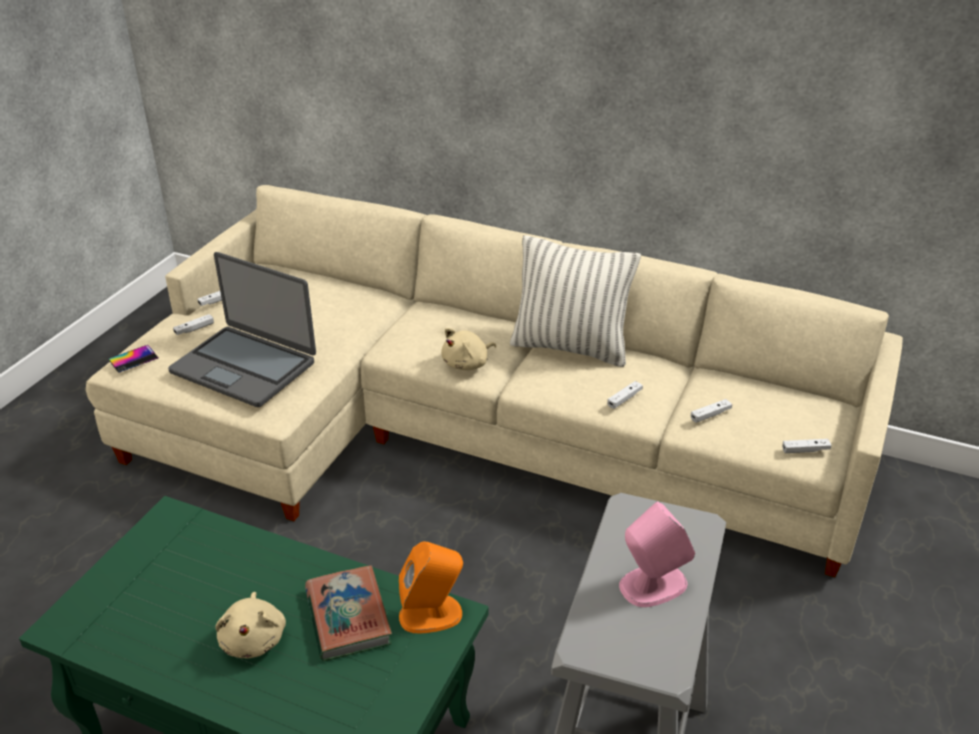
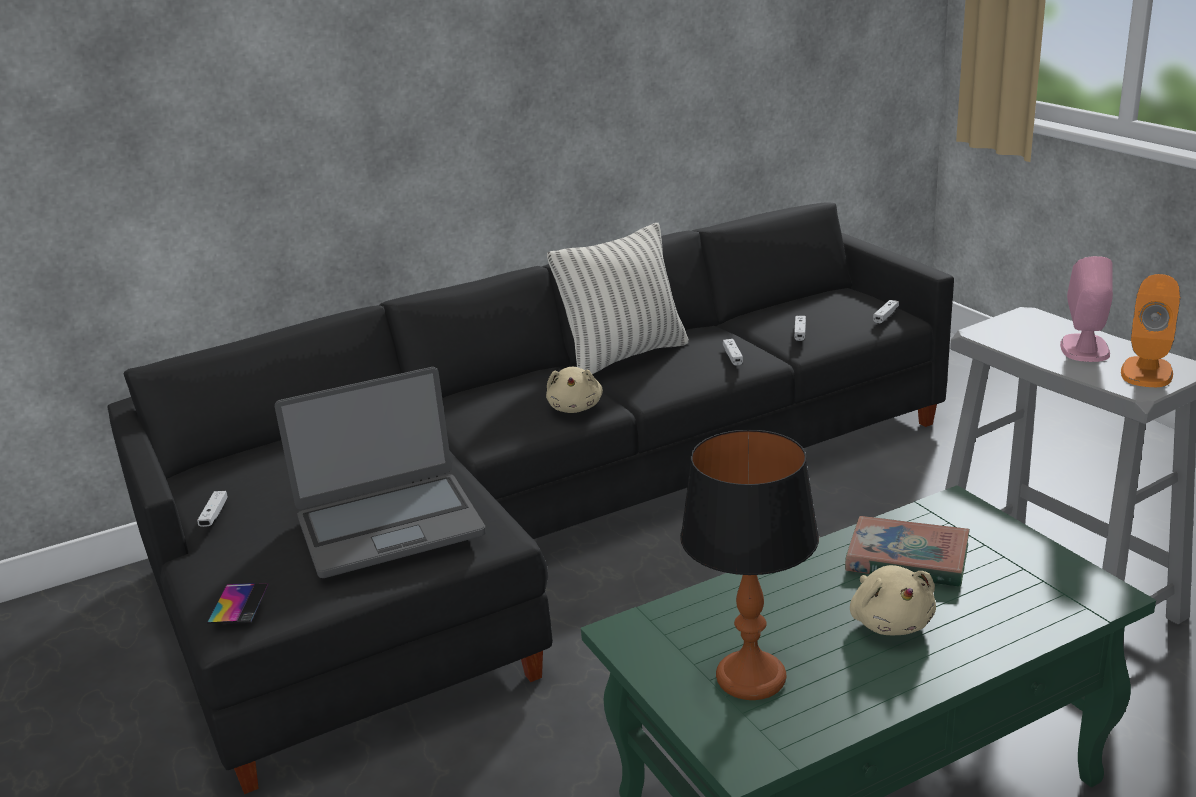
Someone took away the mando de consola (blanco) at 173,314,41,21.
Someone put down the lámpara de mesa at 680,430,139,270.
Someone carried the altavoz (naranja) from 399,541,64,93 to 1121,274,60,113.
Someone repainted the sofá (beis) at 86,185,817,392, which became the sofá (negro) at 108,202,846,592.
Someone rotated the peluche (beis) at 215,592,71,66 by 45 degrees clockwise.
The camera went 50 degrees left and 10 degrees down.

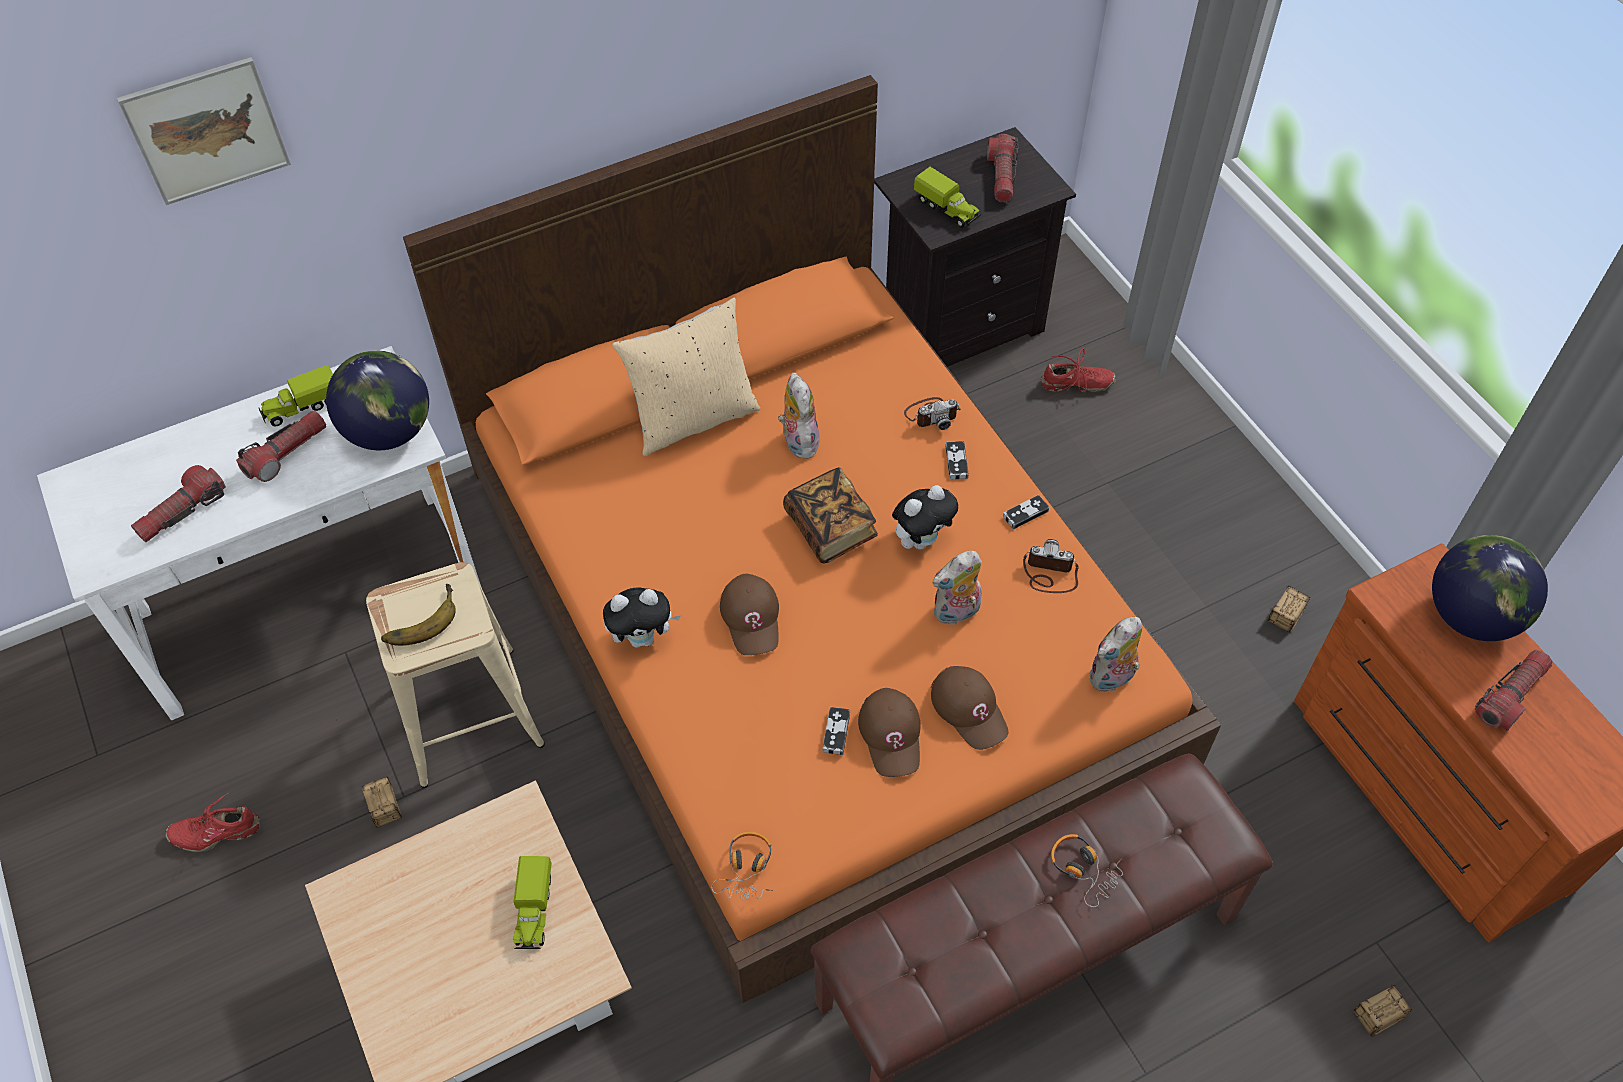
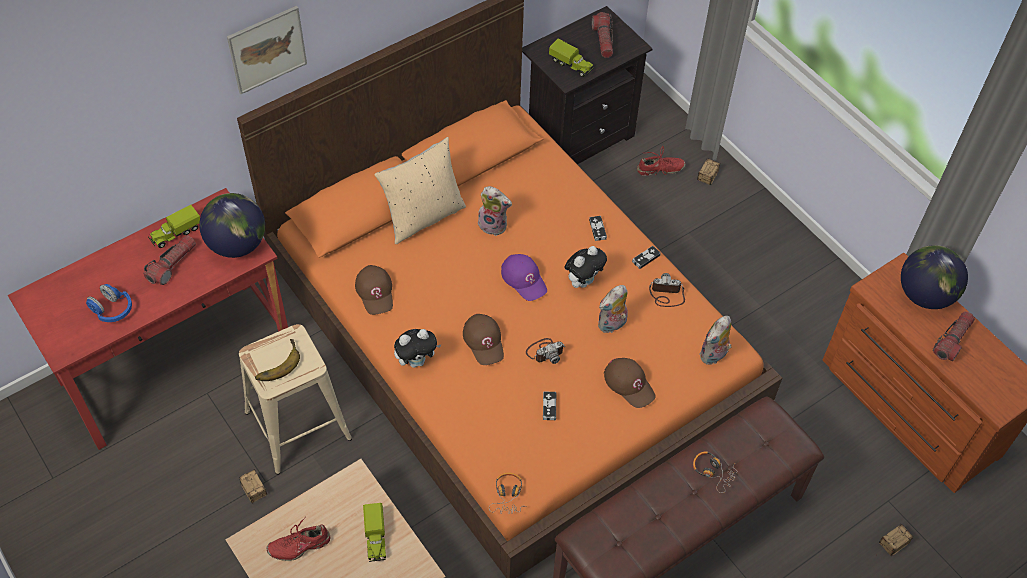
Someone carried the cuadro from 117,57,174,148 to 227,6,80,88.
Someone carried the zapato (rojo) from 165,793,95,59 to 267,517,64,44.
Someone carried the gorra (marrón) from 858,688,63,89 to 355,265,38,50.
Someone carried the cámara from 904,397,56,33 to 526,338,39,26.
Someone carried the caja de almacenaje from 1268,586,42,46 to 697,158,23,27.
Someone swapped the linterna at 131,465,95,77 for the auriculares (azul) at 86,284,46,38.
Someone swapped the libro at 783,467,95,96 for the gorra (morado) at 501,254,46,47.
Someone repainted the escritorio (blanco) at 37,346,444,374, which became the escritorio (rojo) at 8,188,280,262.
Someone rotated the peluche at 778,372,42,87 by 135 degrees clockwise.
The camera went 10 degrees left and 0 degrees up.

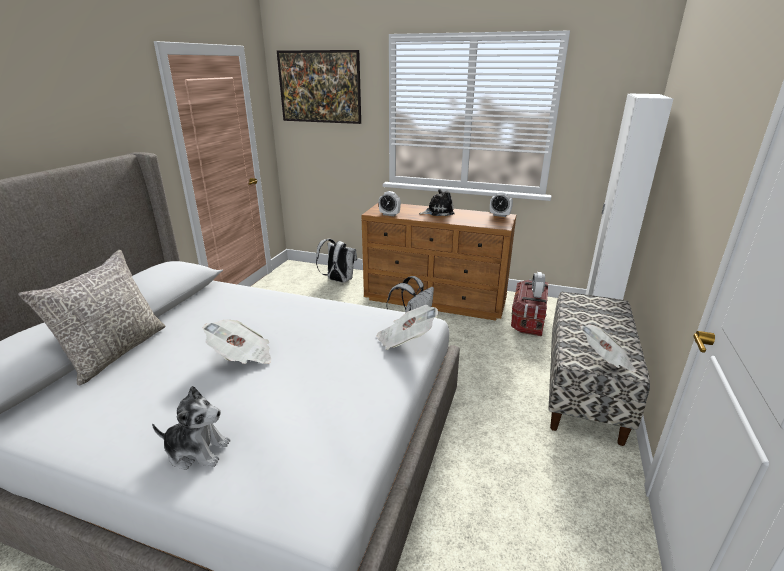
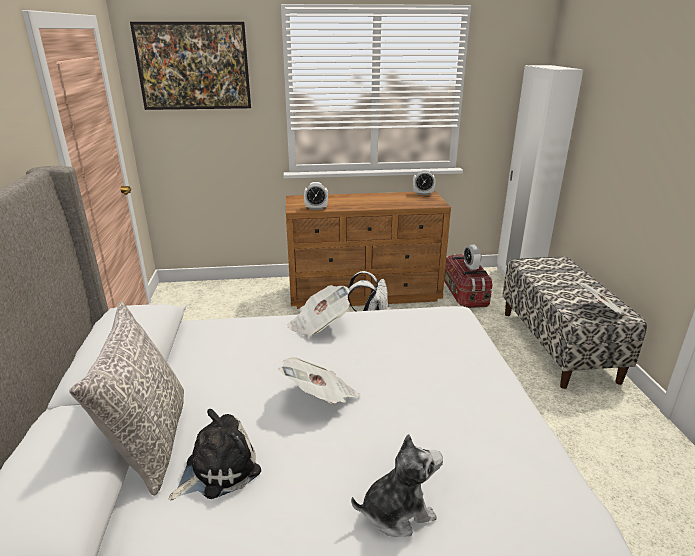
Someone took away the mochila (blanco) at 316,239,41,44.
Someone carried the periódico from 376,305,63,45 to 287,285,63,52.
Someone carried the peluche from 419,189,36,27 to 169,409,92,92.
The camera went 25 degrees left and 0 degrees up.

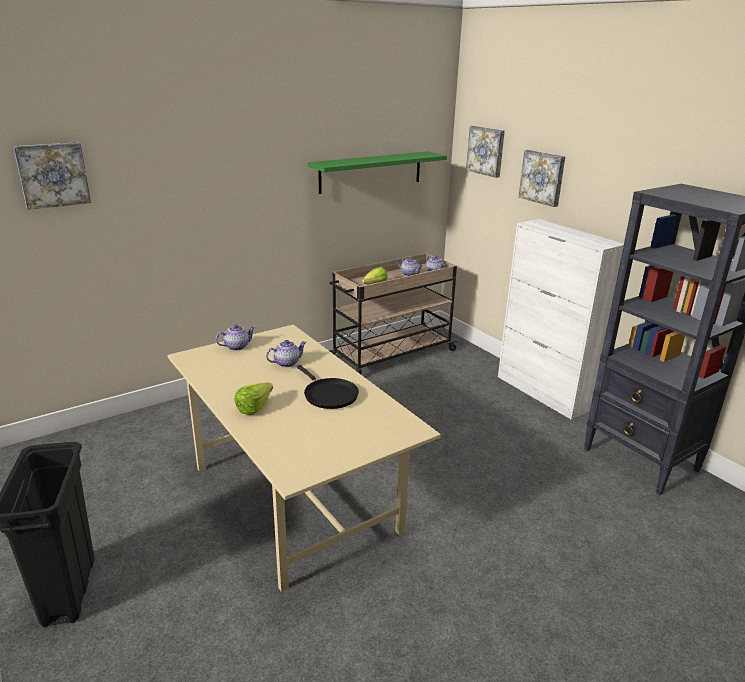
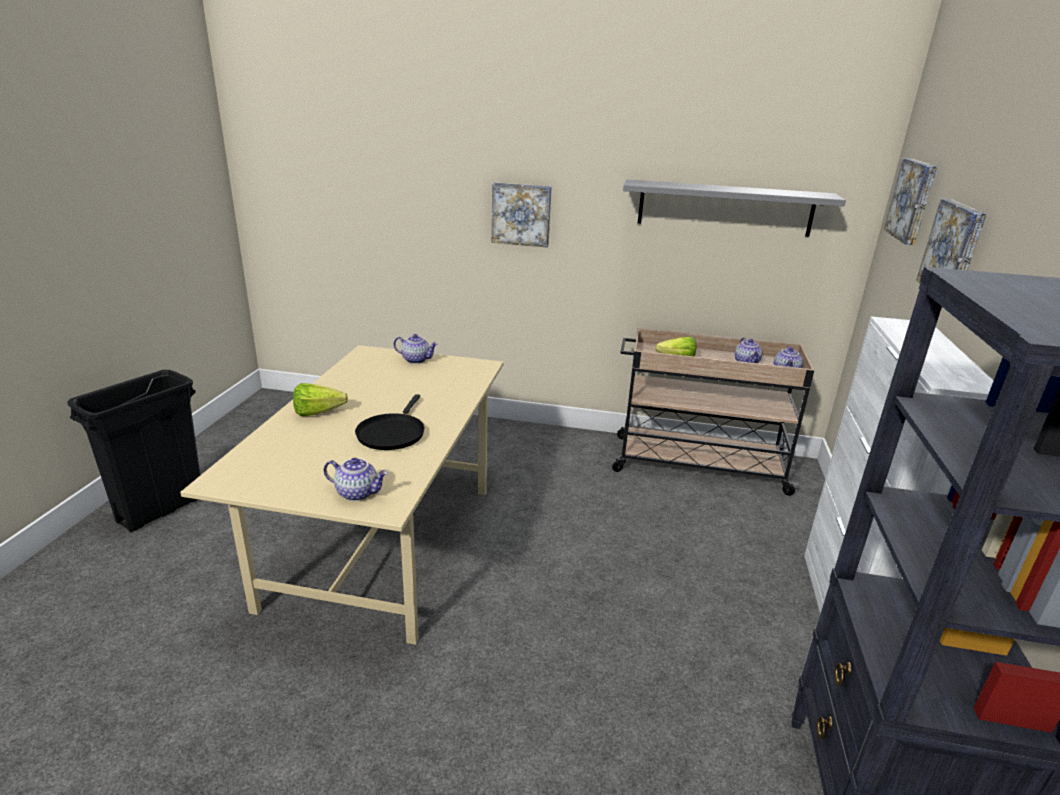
Someone carried the cuadro from 13,142,78,68 to 492,182,60,65.
Someone carried the tetera from 266,340,41,27 to 323,458,65,43.
Someone repainted the estante (verde) at 308,151,139,43, which became the estante (gris) at 623,179,223,58.
The camera went 45 degrees right and 0 degrees up.

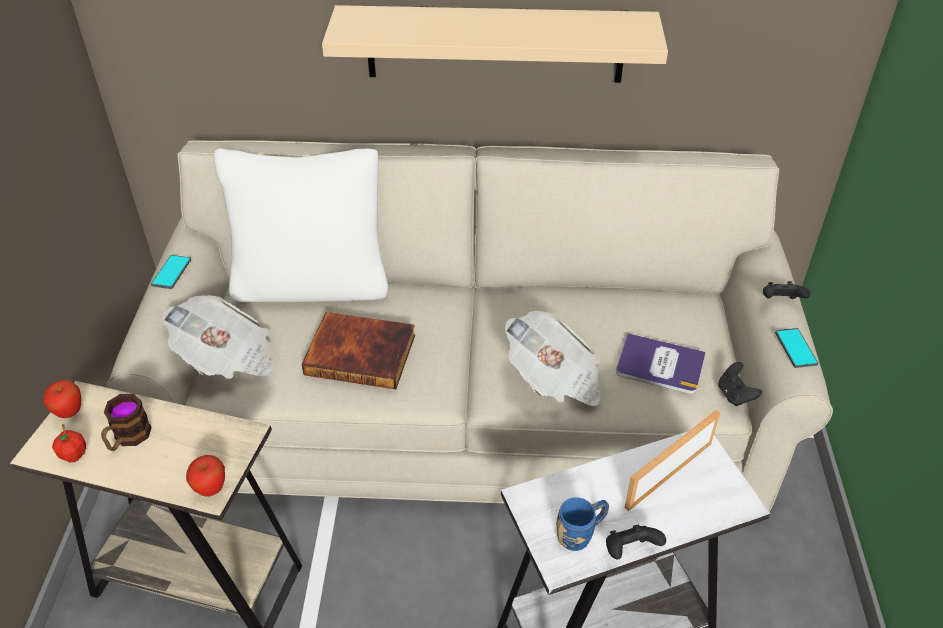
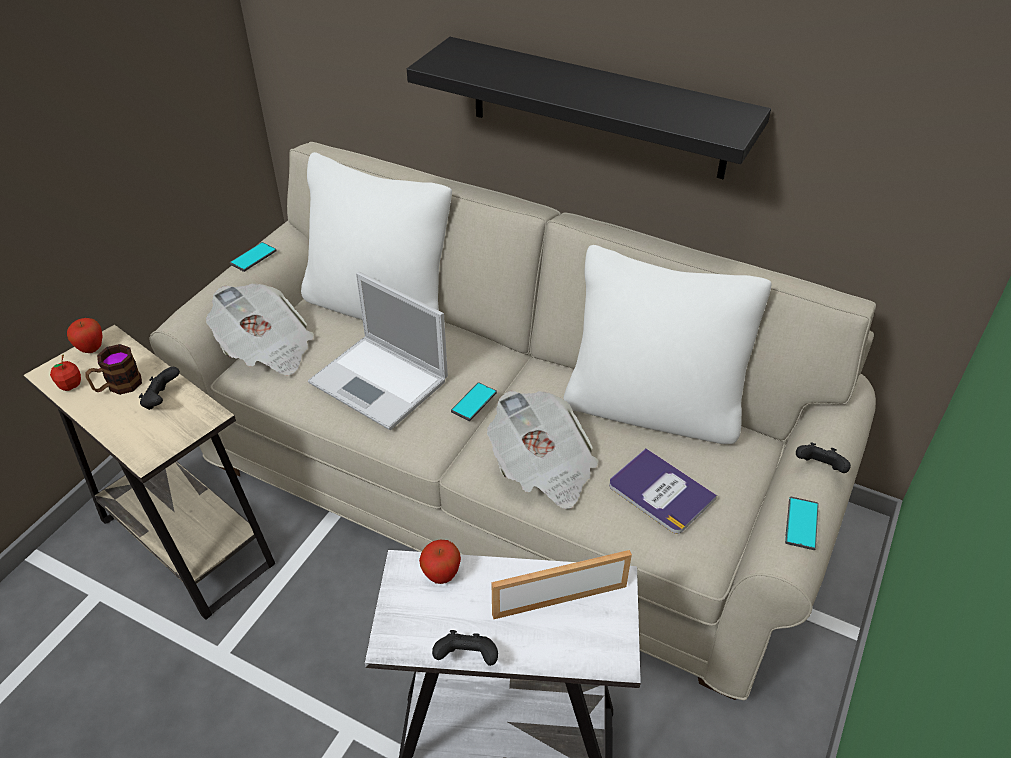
Someone took away the taza grande (azul) at 556,497,53,54.
Someone put down the móvil at 451,382,46,39.
Someone put down the cojín (blanco) at 564,245,207,199.
Someone carried the manzana from 186,455,39,42 to 419,540,42,44.
Someone carried the mando de consola (negro) from 718,362,44,44 to 139,367,41,43.
Someone swapped the libro at 302,312,113,77 for the portátil at 308,272,140,158.
Someone repainted the estante (beis) at 322,5,346,78, which became the estante (negro) at 407,37,364,142.
The camera went 25 degrees right and 0 degrees up.

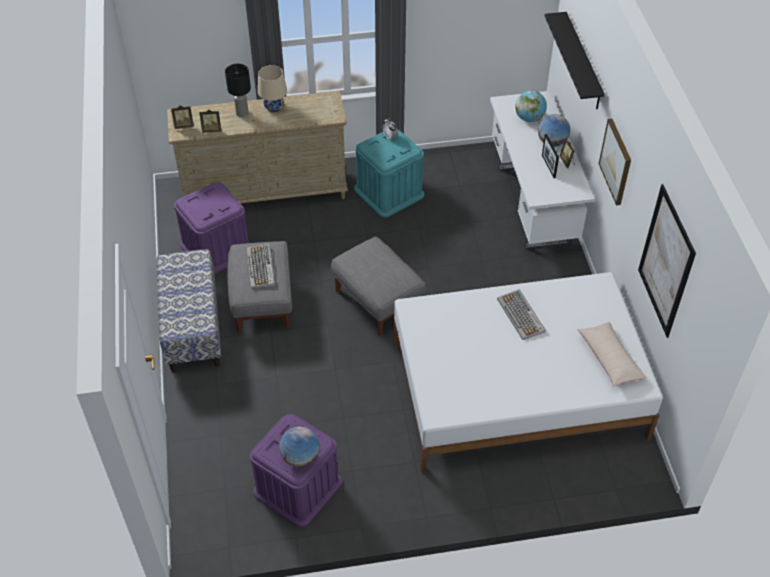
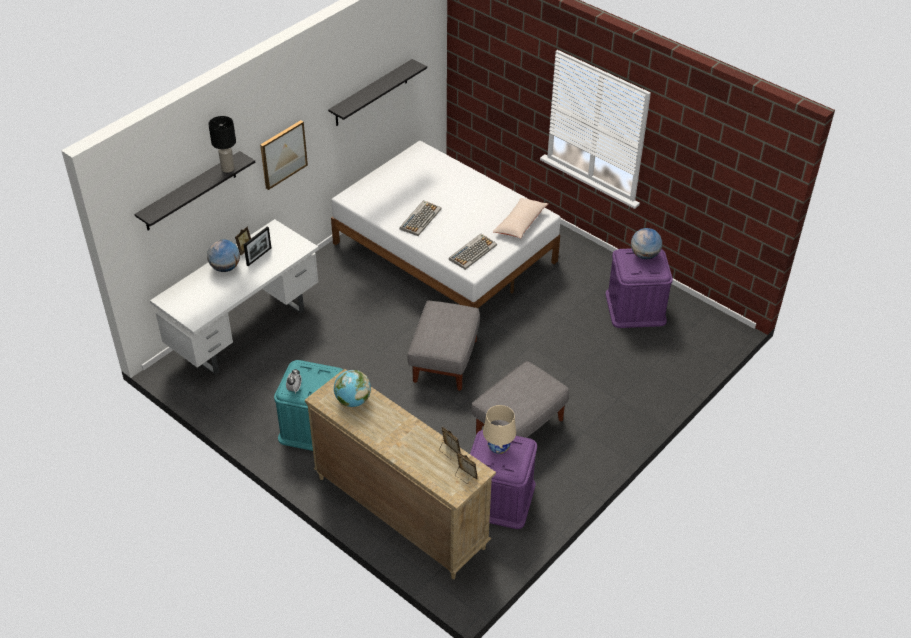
Someone took away the banco at 156,249,65,124.
Someone carried the lámpara de mesa (negro) from 225,64,26,53 to 208,116,28,57.
Someone carried the teclado from 247,244,28,45 to 449,234,48,36.
Someone carried the lámpara de mesa (beis) from 258,65,29,47 to 483,405,33,49.
Someone carried the globo terráqueo from 516,90,31,32 to 334,370,37,37.
Someone carried the cojín (beis) from 577,322,70,64 to 493,198,55,40.
Someone swapped the cuadro at 638,184,58,154 for the estante (negro) at 328,59,99,67.
The camera went 130 degrees left and 5 degrees down.

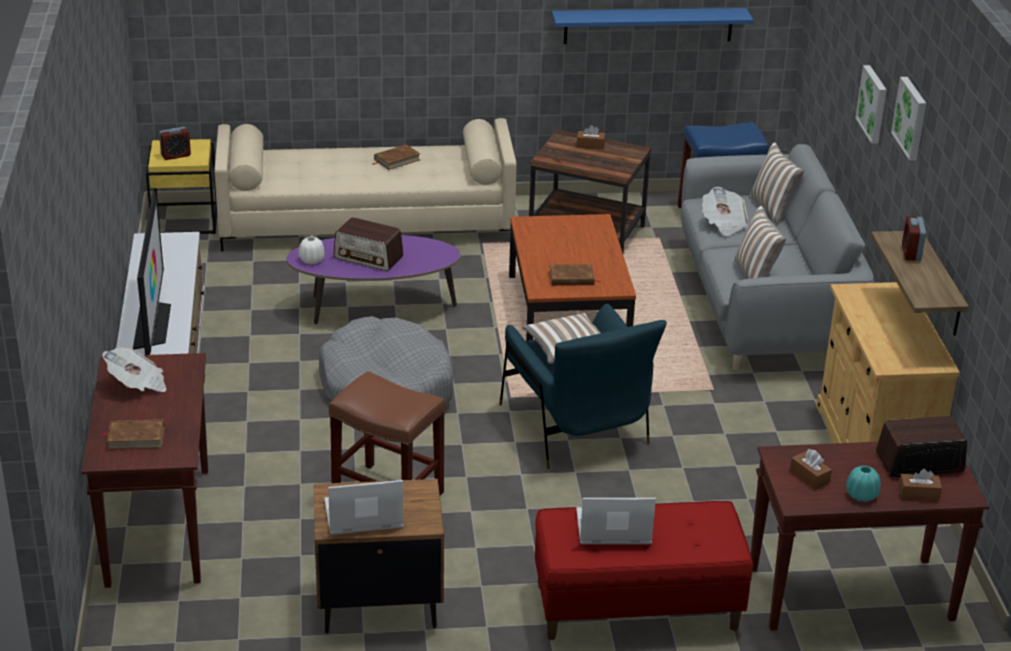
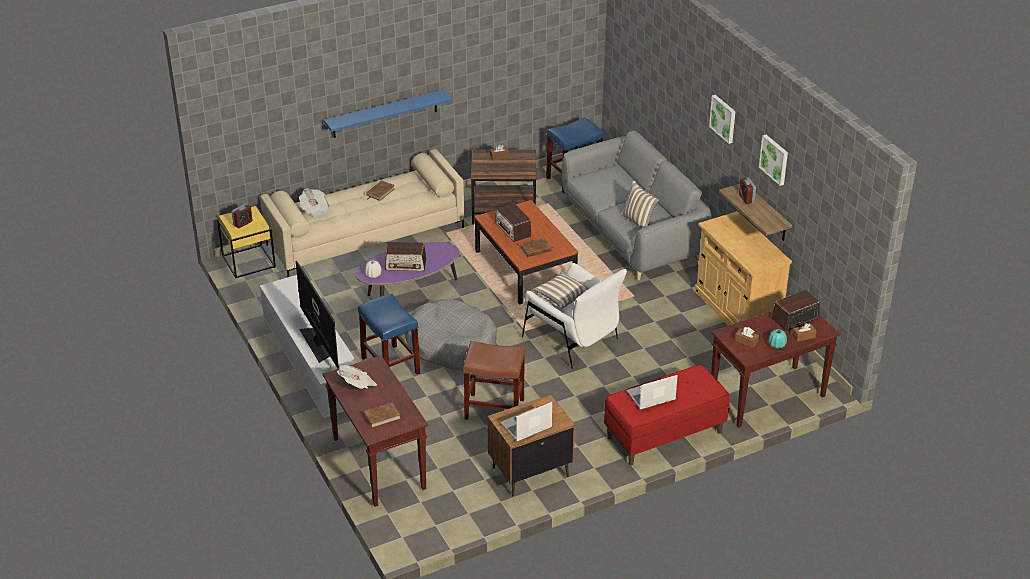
Someone took away the cojín at 750,142,54,83.
Someone put down the taburete (azul) at 358,294,62,80.
Someone put down the radio at 495,203,36,39.
Someone carried the estante (azul) from 552,8,201,36 to 324,90,128,48.
Someone carried the periódico from 702,187,46,49 to 299,188,32,31.
Someone carried the cuadro from 855,65,32,79 to 759,135,29,51.
Someone repainted the sillón (azul) at 499,304,168,165, which became the sillón (blanco) at 522,263,105,106.
The camera went 20 degrees left and 5 degrees up.

